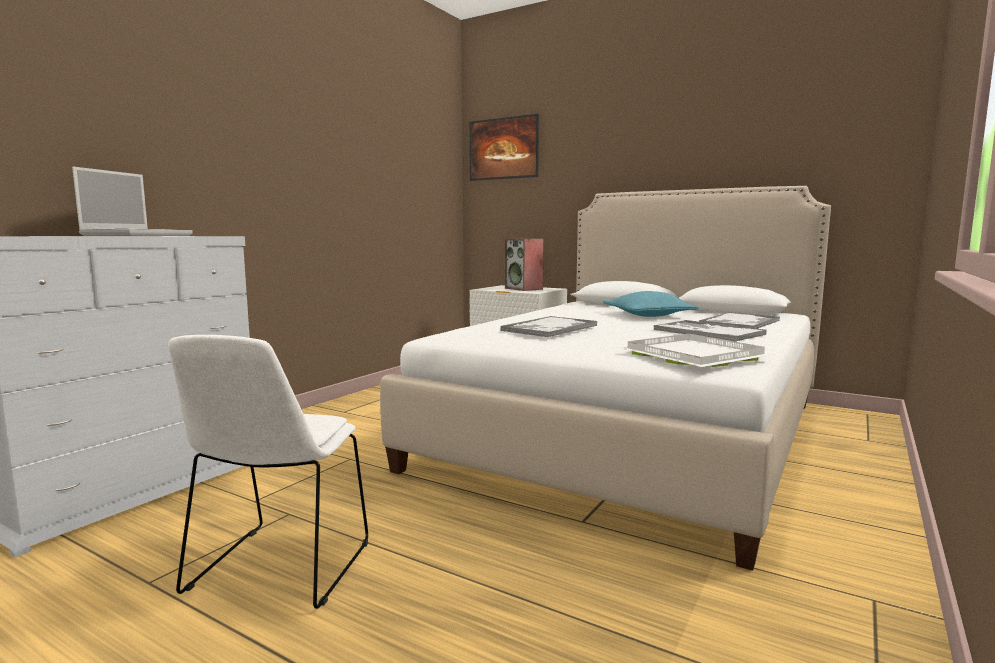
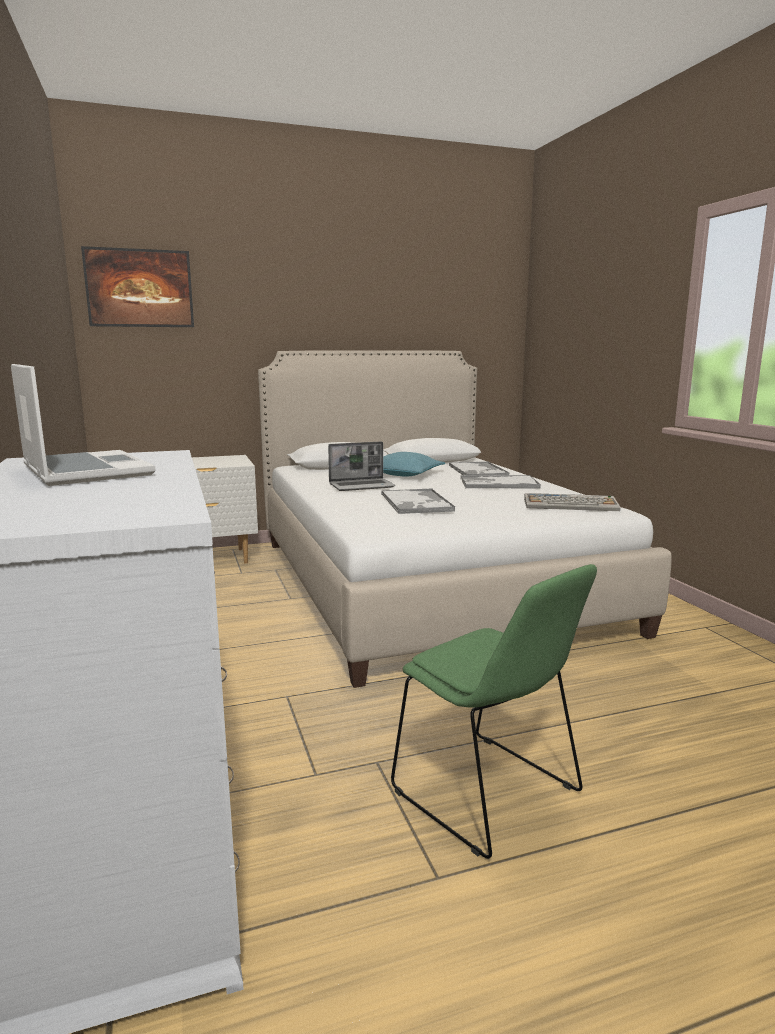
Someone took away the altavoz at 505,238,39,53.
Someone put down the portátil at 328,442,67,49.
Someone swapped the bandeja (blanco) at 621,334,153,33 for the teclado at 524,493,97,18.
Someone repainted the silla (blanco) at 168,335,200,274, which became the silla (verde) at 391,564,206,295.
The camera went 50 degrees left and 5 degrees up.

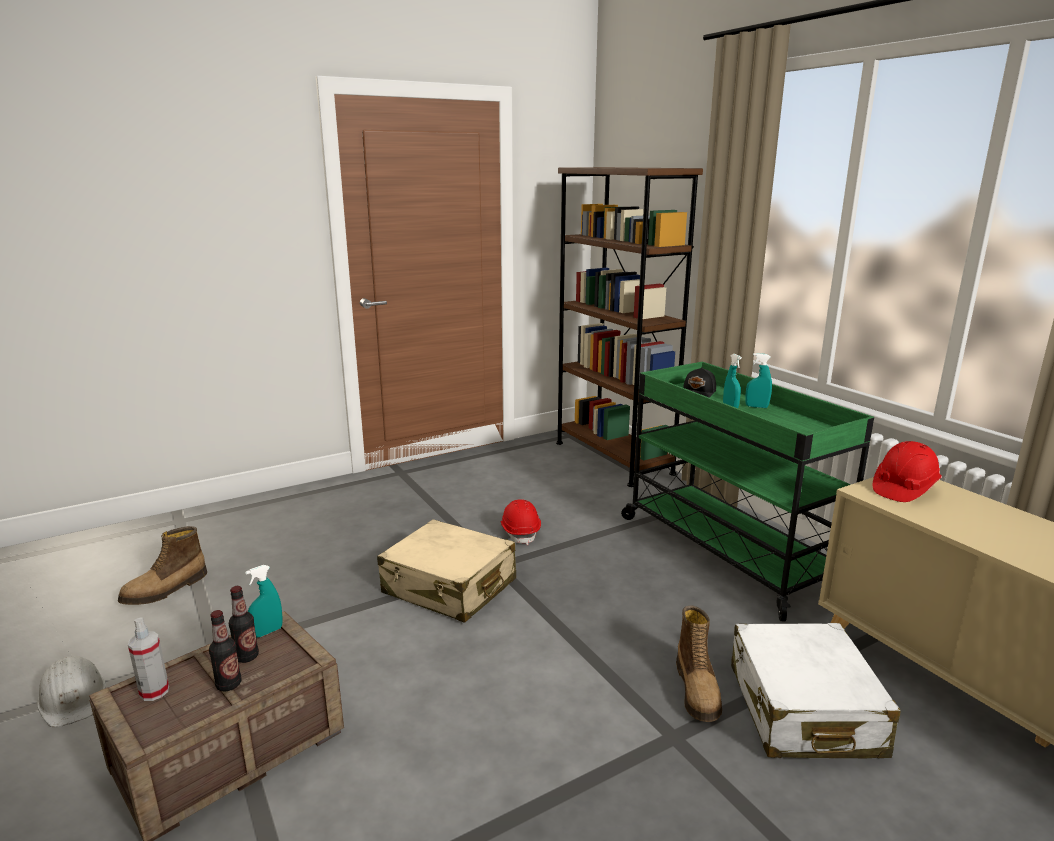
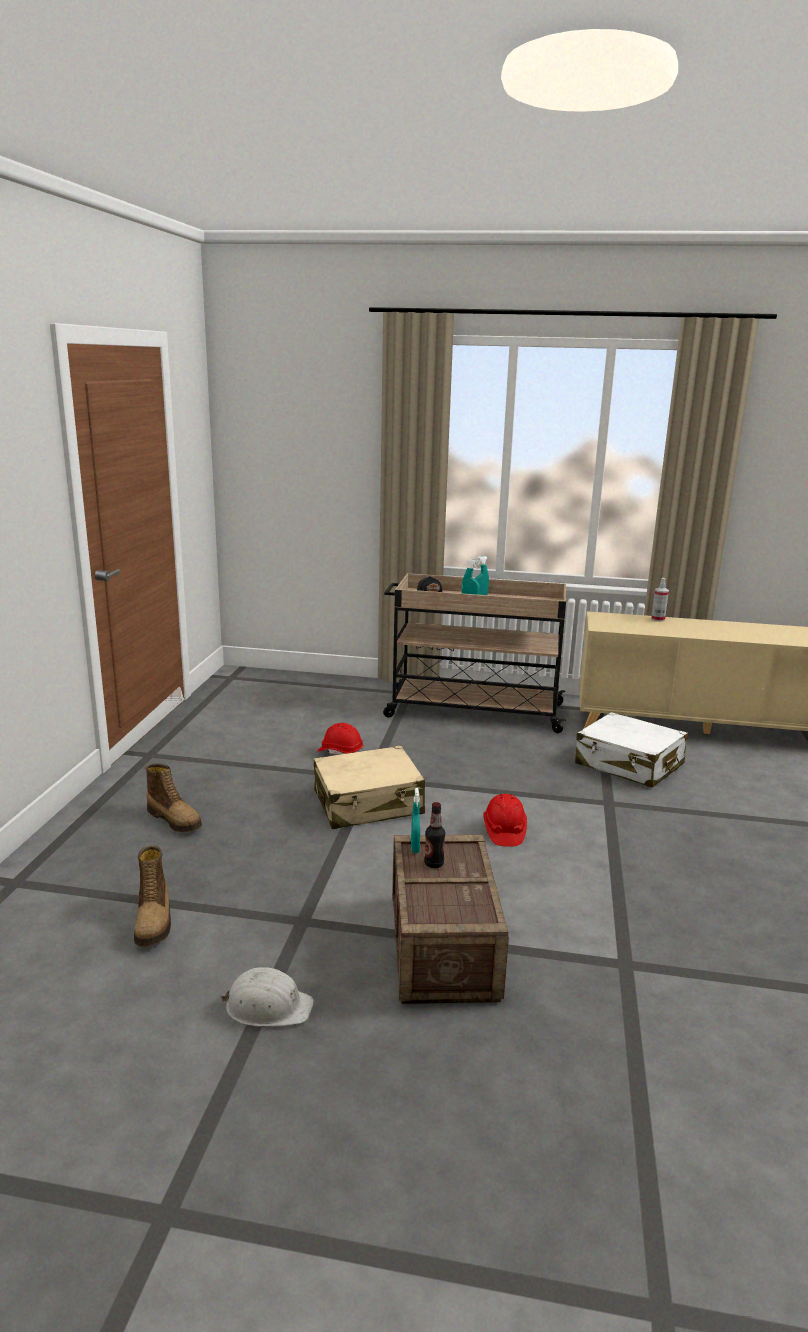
Someone took away the botella at 209,610,32,81.
Someone took away the estantería (marrón) at 556,167,147,320.
Someone carried the pulverizador from 128,617,41,84 to 651,578,18,44.
Someone carried the bota from 676,605,46,117 to 145,763,57,69.
Someone carried the casco (rojo) from 873,441,69,61 to 483,794,44,53.
Someone repainted the carrito (verde) at 621,362,253,260, which became the carrito (beis) at 383,573,183,160.
The camera went 50 degrees left and 0 degrees up.

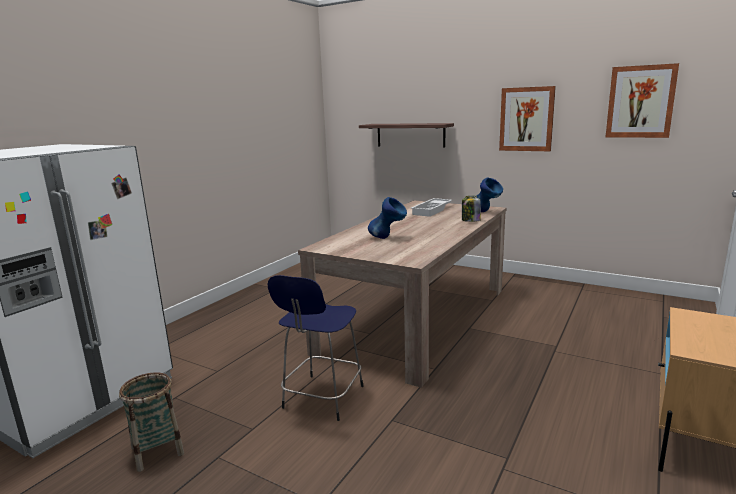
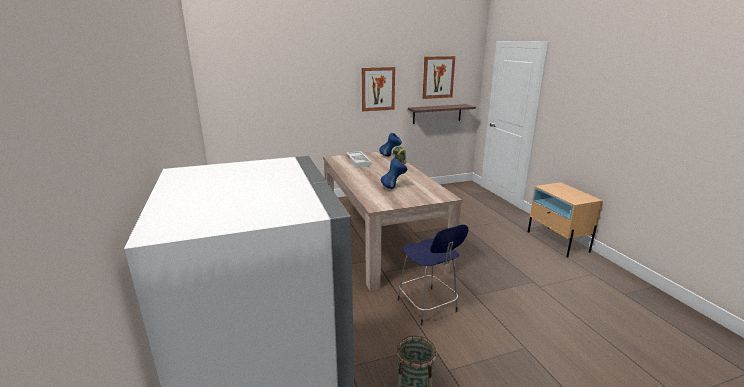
Someone carried the estante from 359,123,95,25 to 408,104,68,20.
The camera went 50 degrees left and 5 degrees up.

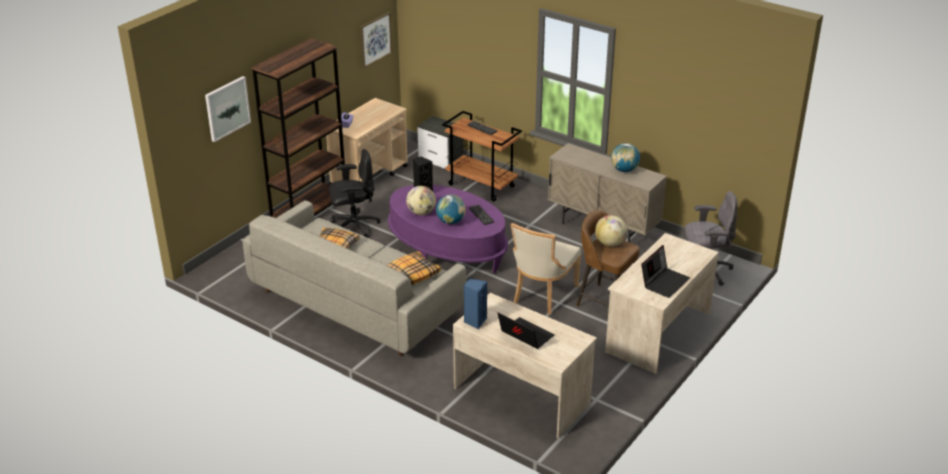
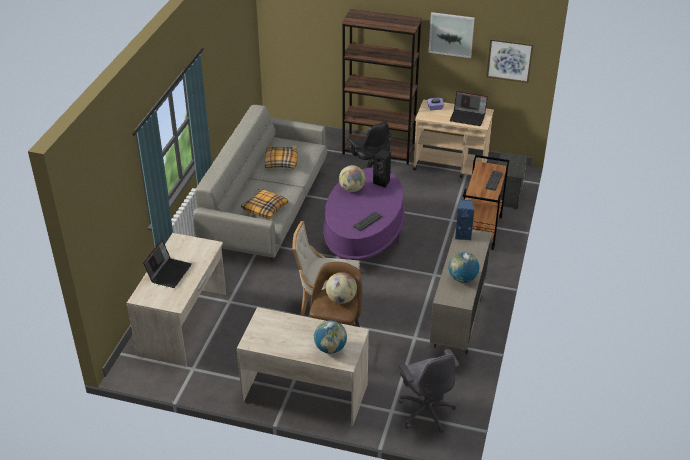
Someone carried the cuadro from 205,76,46,66 to 429,12,46,46.
Someone carried the globo terráqueo from 436,195,30,29 to 314,320,33,34.
Someone carried the altavoz (azul) from 464,279,23,50 to 455,200,20,40.
Someone carried the portátil from 641,245,49,53 to 450,91,38,35.
The camera went 70 degrees right and 5 degrees up.

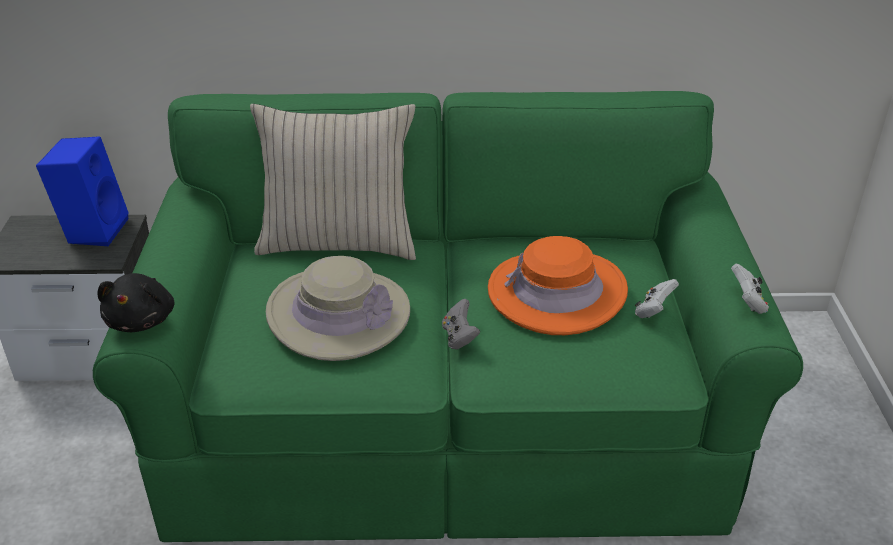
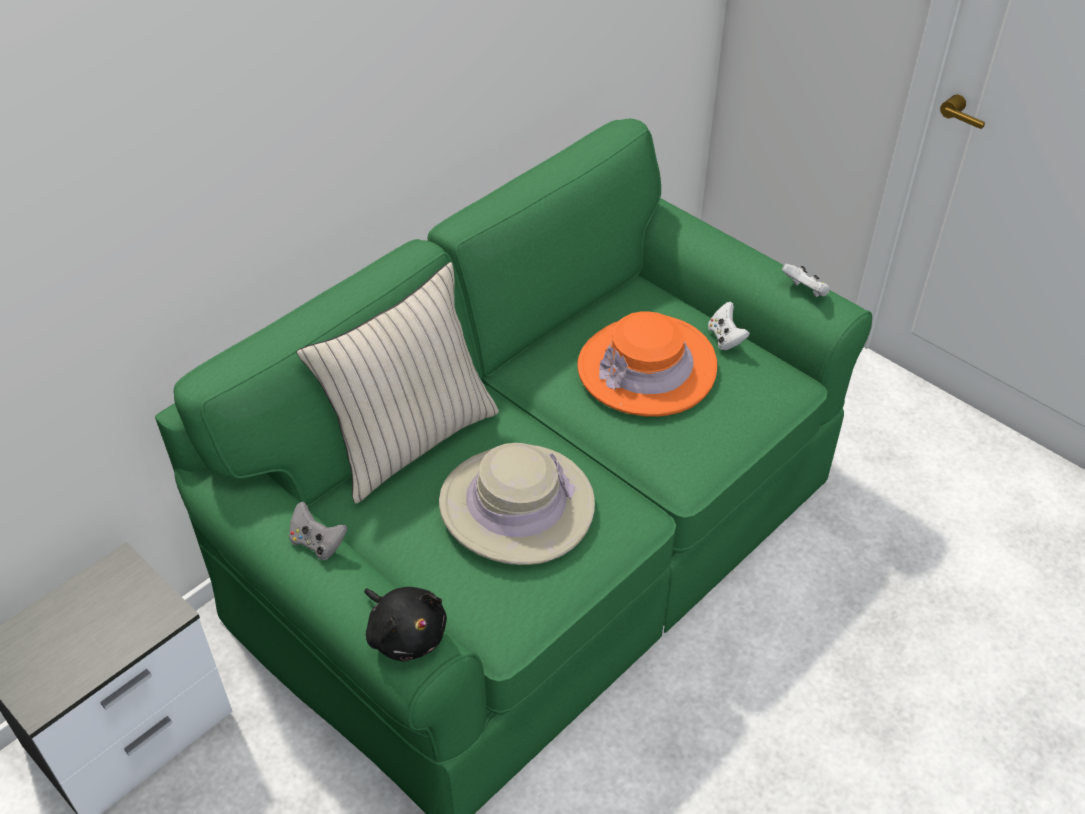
Someone took away the altavoz (azul) at 36,137,92,109.
Someone carried the mando de consola (gris) from 442,299,38,50 to 289,502,59,58.
The camera went 45 degrees left and 10 degrees up.

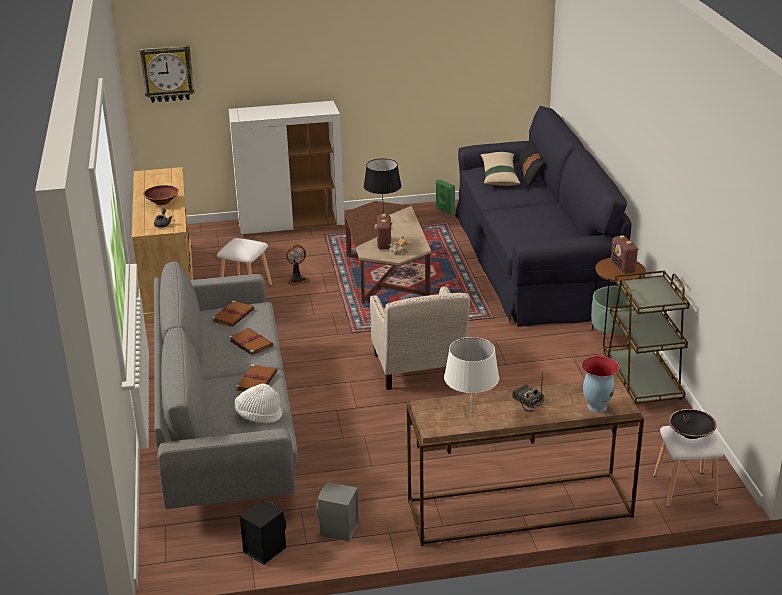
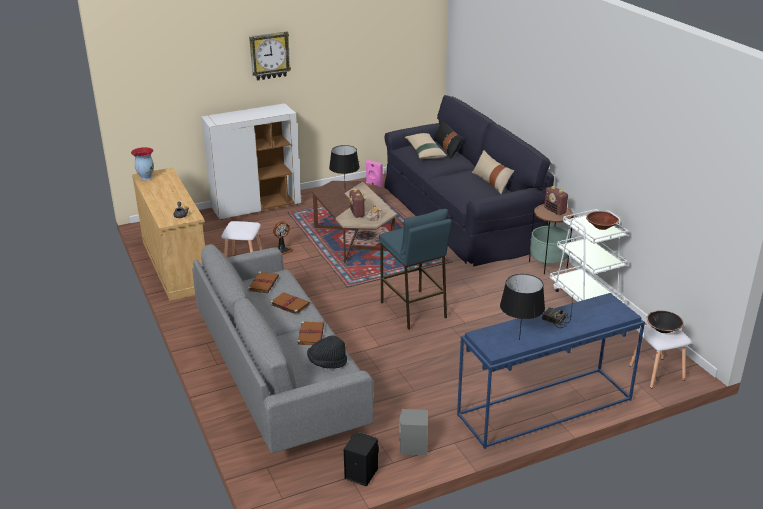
Someone put down the cojín (beis) at 472,150,42,44.
Someone carried the reloj de pared from 140,45,54,58 to 249,32,42,48.
Someone carried the cuenco (marrón) from 143,185,36,20 to 586,211,33,19.
Someone carried the florero from 582,356,37,56 to 131,147,23,34.
Someone swapped the sillón (beis) at 370,286,100,104 for the taburete (azul) at 379,209,73,121.
Someone repainted the sombrero (blanco) at 235,384,48,39, which became the sombrero (negro) at 307,335,40,34.
Someone repainted the mesa consola (marrón) at 407,377,237,169, which became the mesa consola (azul) at 457,293,188,156.
Someone repainted the altavoz (verde) at 436,179,19,36, which became the altavoz (rosa) at 366,160,17,27.
Someone repainted the lámpara de mesa (blanco) at 444,337,55,81, which became the lámpara de mesa (negro) at 500,274,45,66.
Someone repainted the carrito (marrón) at 604,270,86,134, which became the carrito (blanco) at 550,209,78,95.
The camera went 15 degrees left and 0 degrees up.

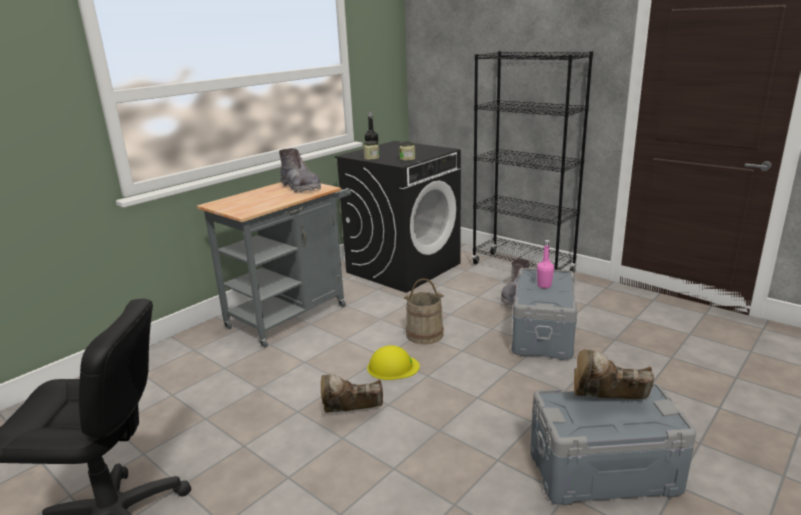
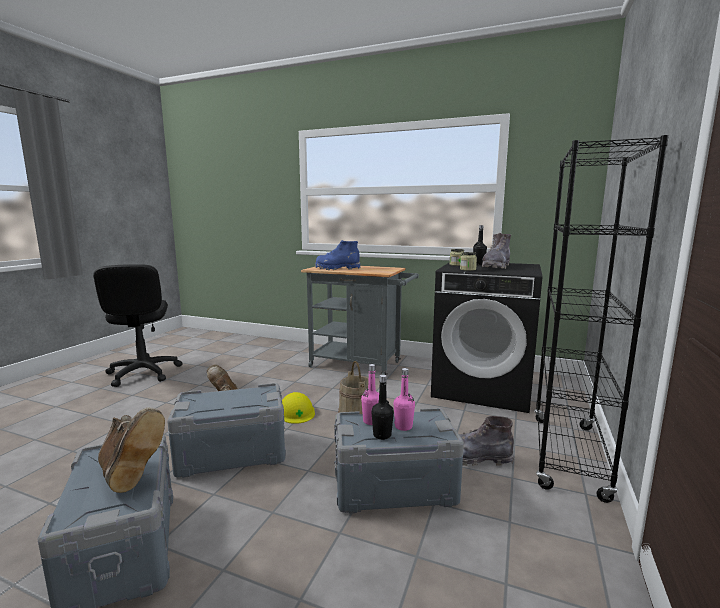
Someone put down the caja de almacenaje (gris) at 167,383,119,95.
Someone put down the bota (azul) at 315,240,45,30.
Someone put down the botella (rosa) at 361,364,18,61.
Someone put down the botella (negro) at 371,374,23,66.
Someone carried the bota (gris) from 279,148,42,44 to 482,233,29,36.
Someone rotated the bota (marrón) at 574,349,80,51 by 150 degrees clockwise.
The camera went 70 degrees right and 10 degrees down.

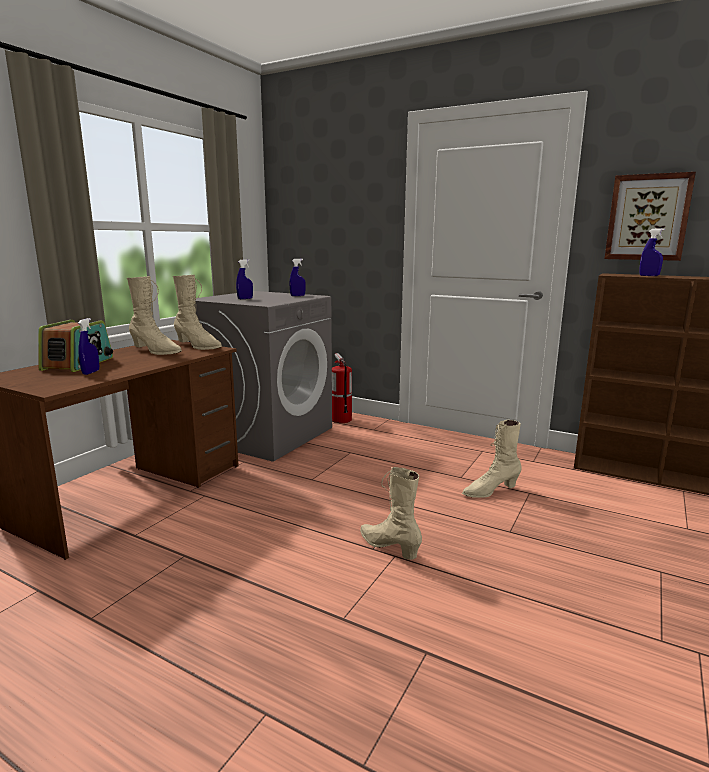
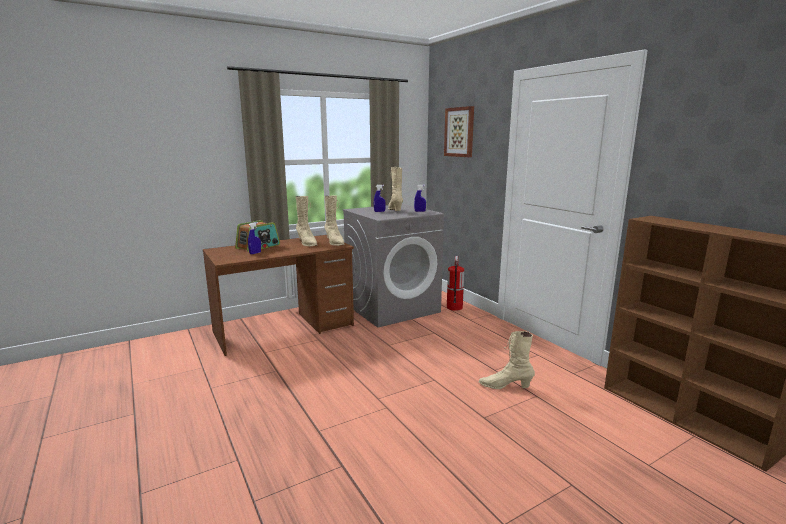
Someone took away the pulverizador (azul) at 639,228,26,48.
Someone carried the bota (beis) from 360,467,62,93 to 388,167,15,44.
Someone carried the cuadro from 604,172,92,89 to 444,106,30,51.
The camera went 30 degrees right and 0 degrees up.

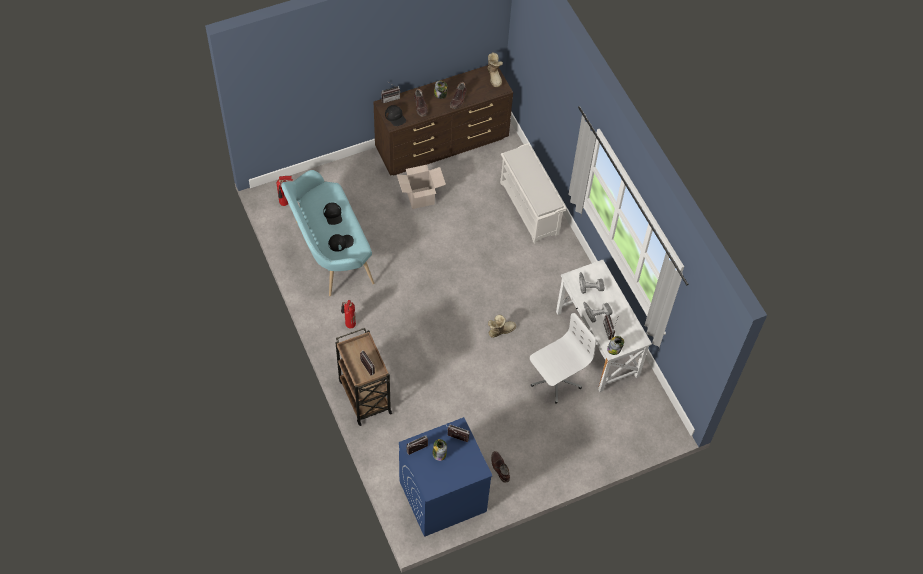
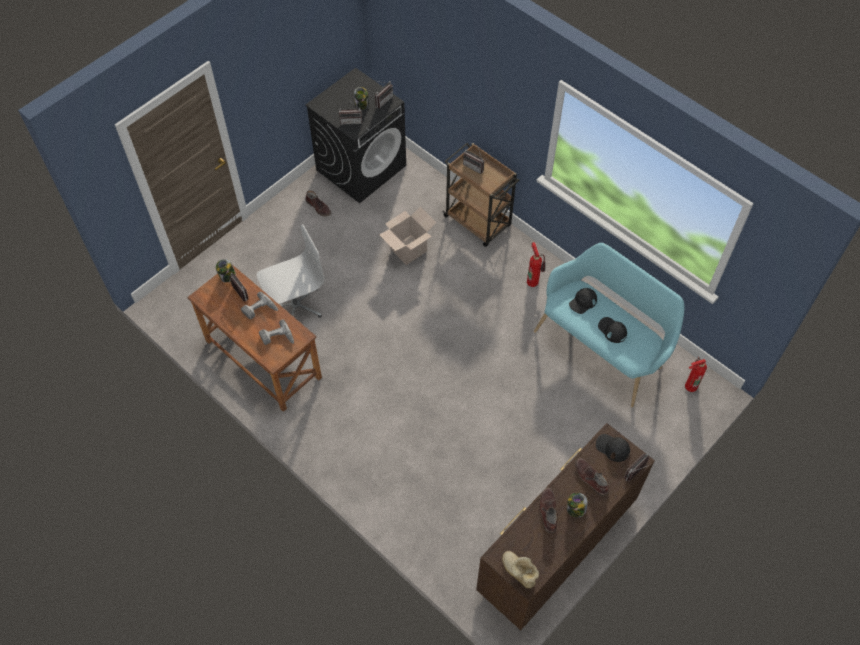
Someone took away the bota at 488,315,28,23.
Someone took away the zapatero (blanco) at 500,143,66,101.
Someone carried the caja de cartón from 397,165,49,44 to 379,206,58,59.
Someone repainted the lavadora (azul) at 399,417,94,120, which became the lavadora (negro) at 305,68,101,135.
Someone repainted the escritorio (blanco) at 556,260,96,132, which became the escritorio (marrón) at 187,265,135,147.
Someone rotated the silla de oficina (blanco) at 530,313,66,91 by 150 degrees counterclockwise.
The camera went 160 degrees right and 0 degrees up.

